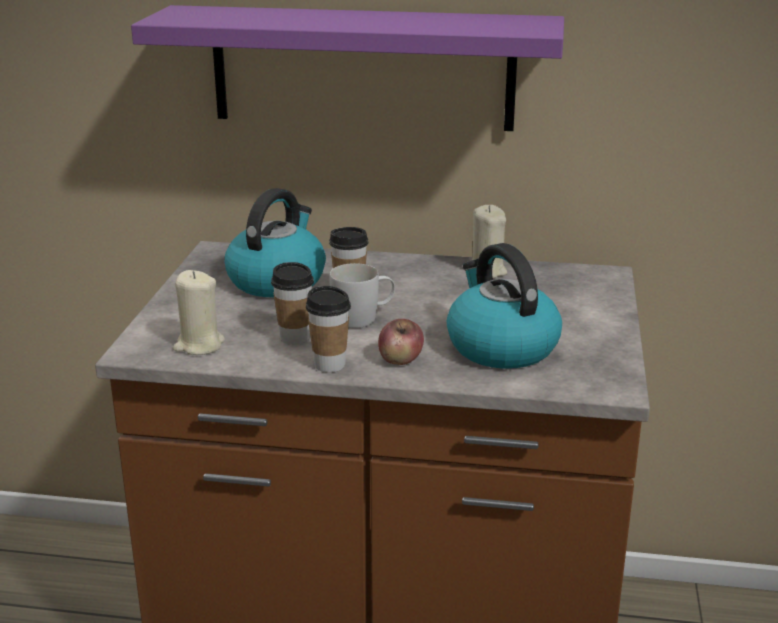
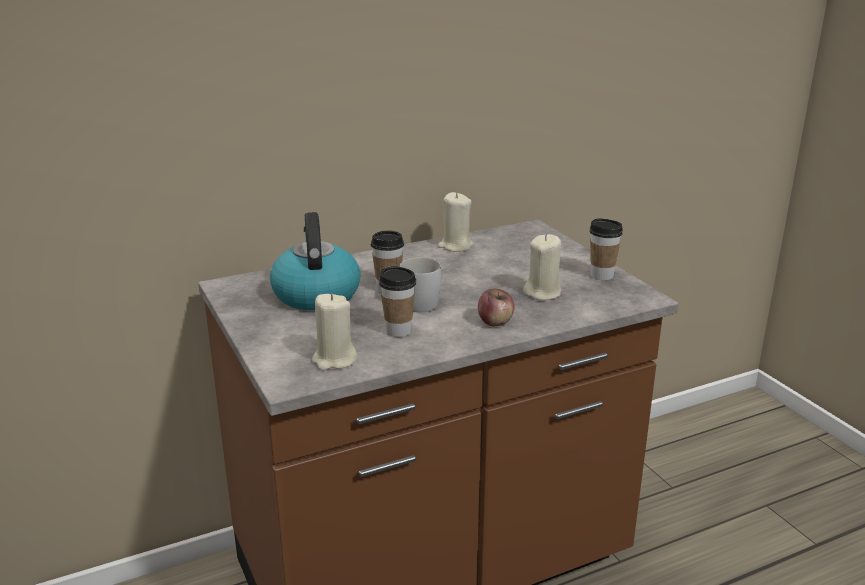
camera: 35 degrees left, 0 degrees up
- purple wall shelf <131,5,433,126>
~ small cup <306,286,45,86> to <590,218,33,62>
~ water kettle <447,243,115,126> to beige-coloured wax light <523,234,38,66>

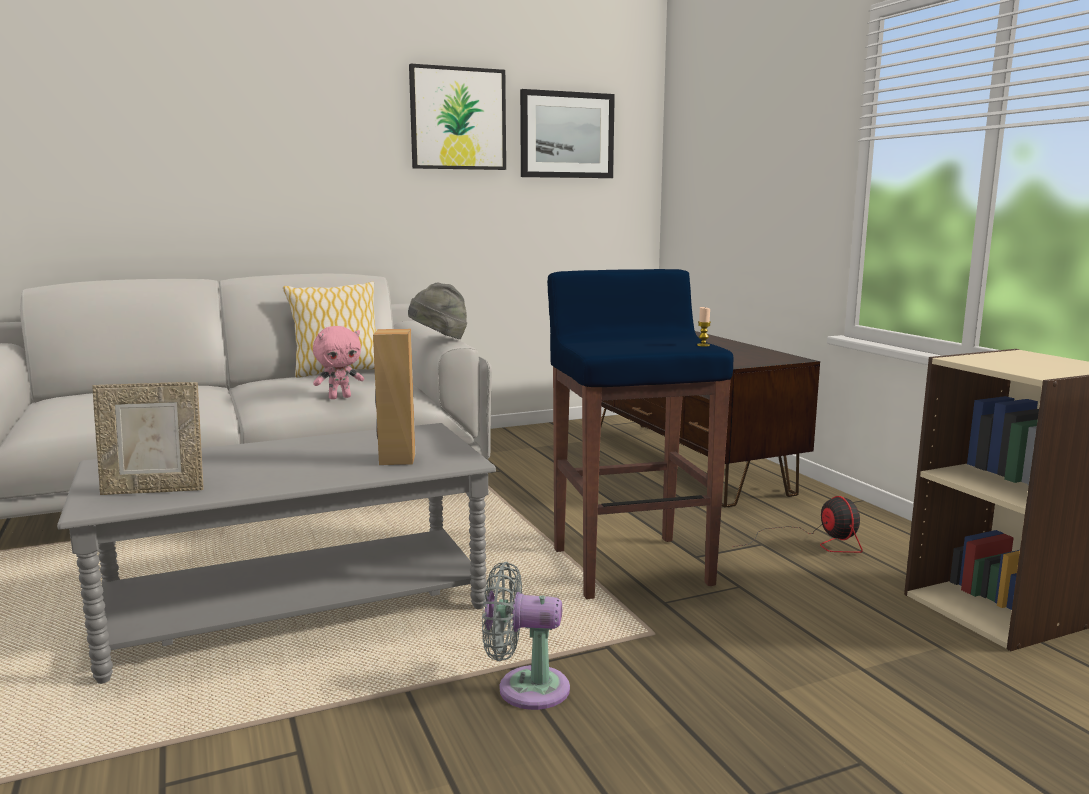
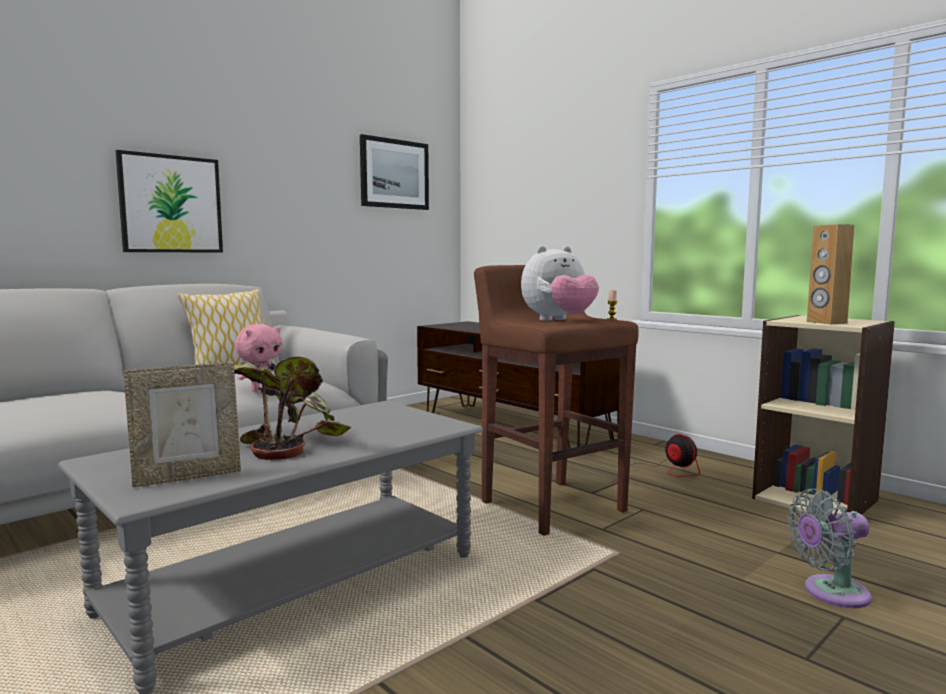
camera: 20 degrees left, 5 degrees down
~ brown-coloured loudspeaker <373,329,42,136> to <807,224,47,100>
- greyish wearable hat <408,283,59,56>
~ wall art <409,64,97,106> to <116,150,107,103>
~ greyish fan <482,562,88,148> to <787,488,85,120>
~ blue sitting stool <547,269,186,330> to brown-coloured sitting stool <474,265,164,271>
+ plant in a pot <234,356,117,104>
+ plush toy <521,246,78,75>

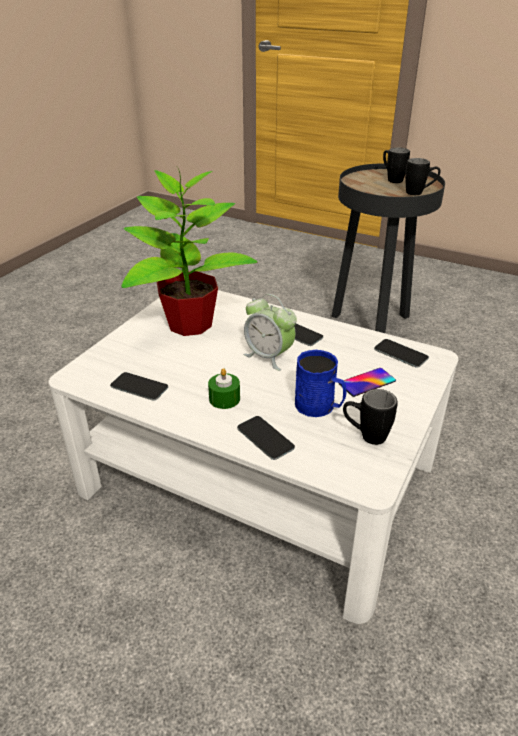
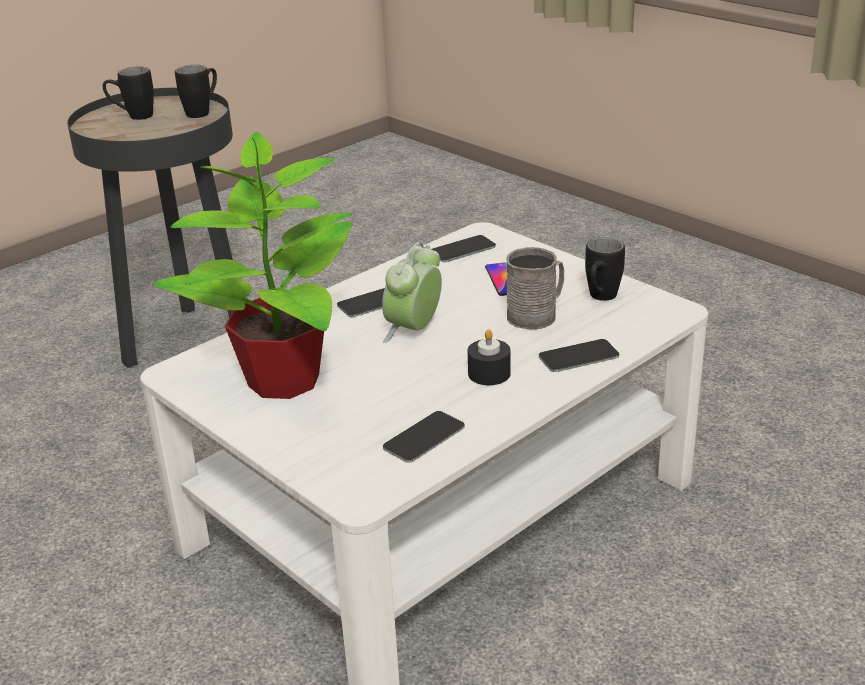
camera: 70 degrees left, 5 degrees down
~ green-coloured wax light <208,368,32,41> to black-coloured wax light <468,329,43,56>
~ bedside clock <243,294,54,77> = <382,242,60,101> 150 degrees clockwise
~ blue coffee mug <295,350,52,67> to greyish coffee mug <506,247,58,82>

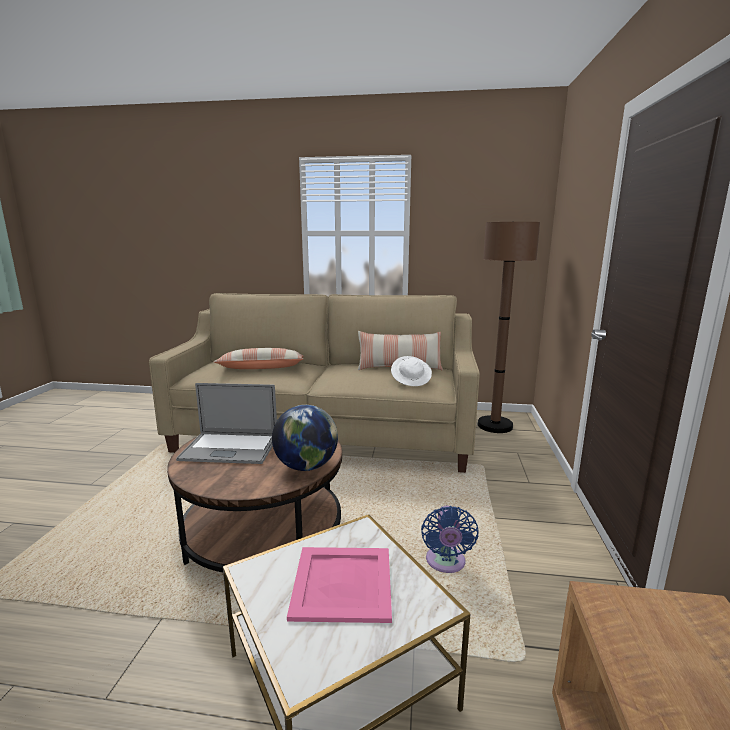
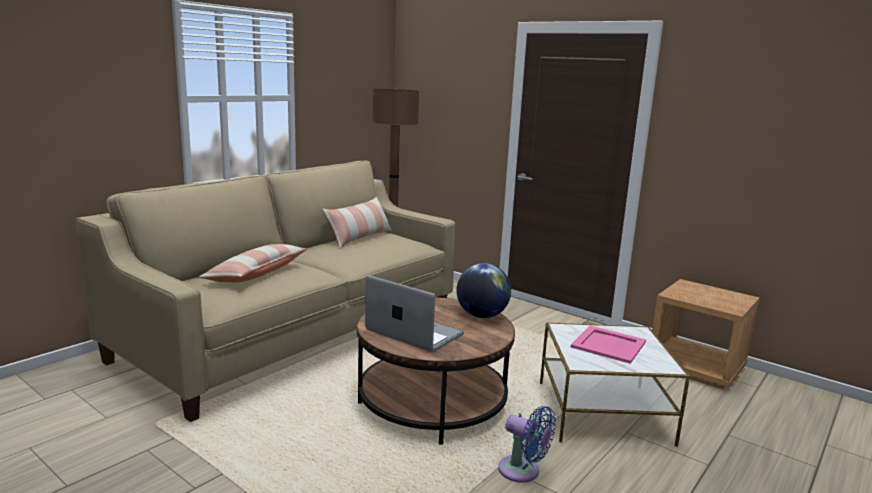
camera: 60 degrees left, 0 degrees up
~ notebook computer <176,383,101,81> = <365,275,99,77> 90 degrees counterclockwise
- white-coloured wearable hat <391,356,41,30>
~ blue fan <421,506,57,67> to <498,406,58,77>

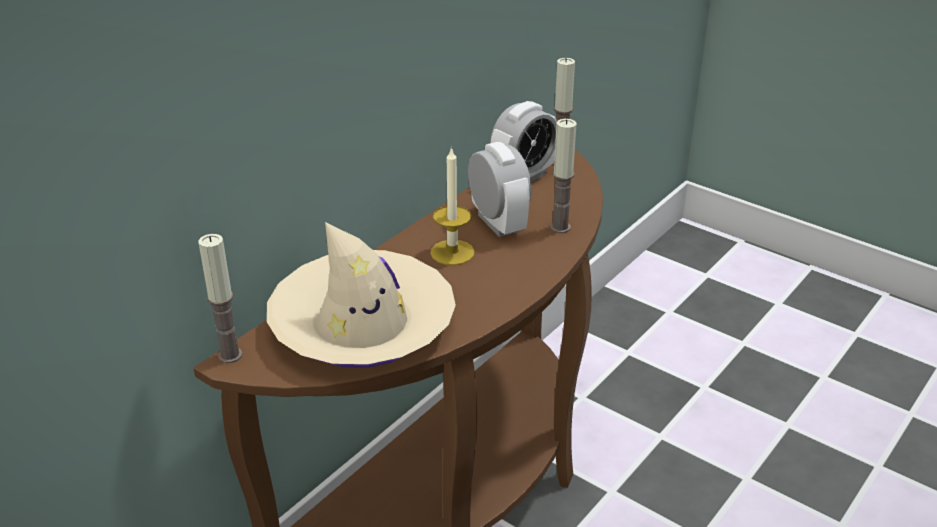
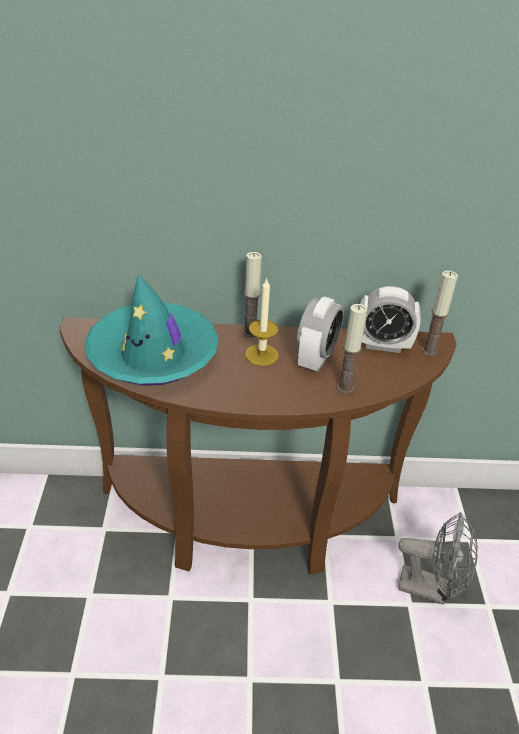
camera: 50 degrees right, 5 degrees up
~ wax light <199,234,43,129> to <243,252,19,85>
~ beige-coloured wearable hat <267,222,189,146> to blue-green wearable hat <85,274,134,112>
+ greyish fan <398,512,80,93>

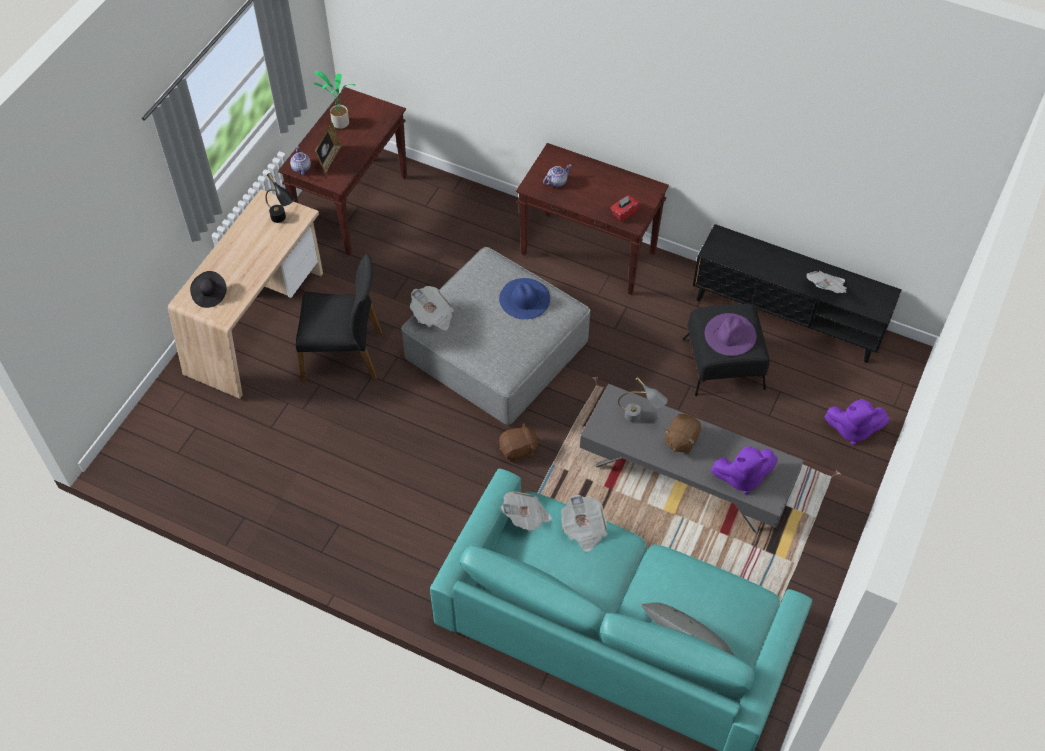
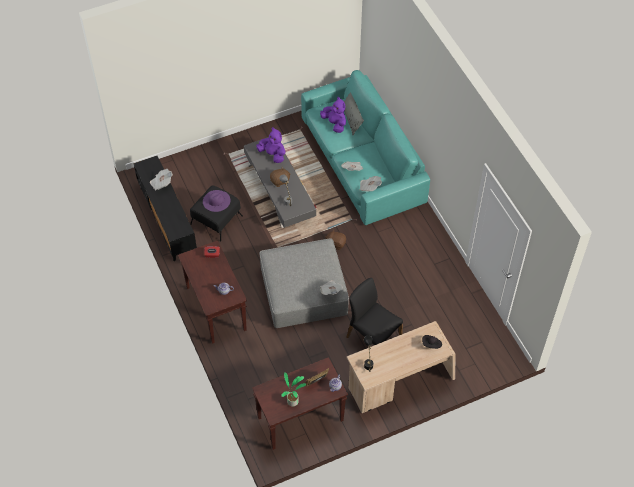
camera: 140 degrees left, 0 degrees up
- blue wearable hat <499,278,51,41>
~ purple plush toy <824,399,66,46> to <320,97,26,36>

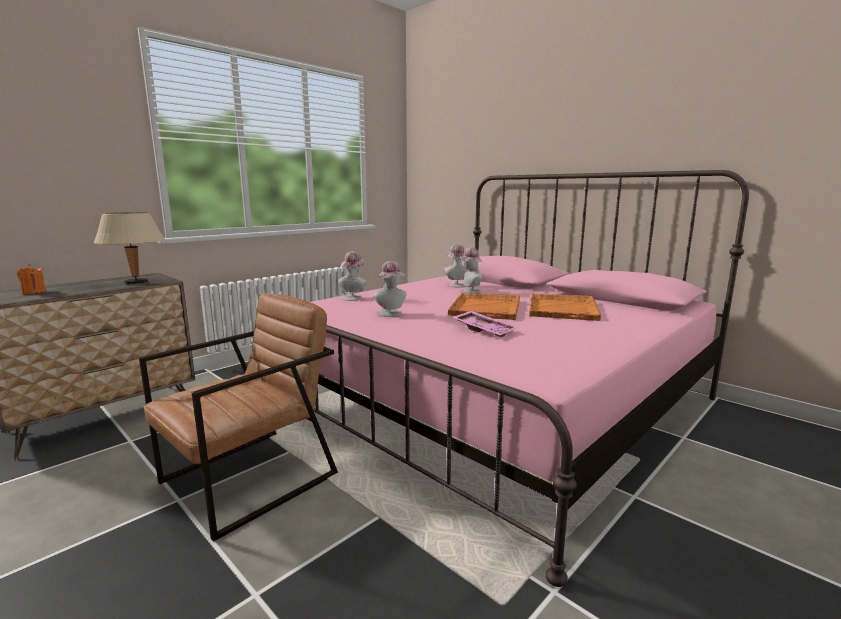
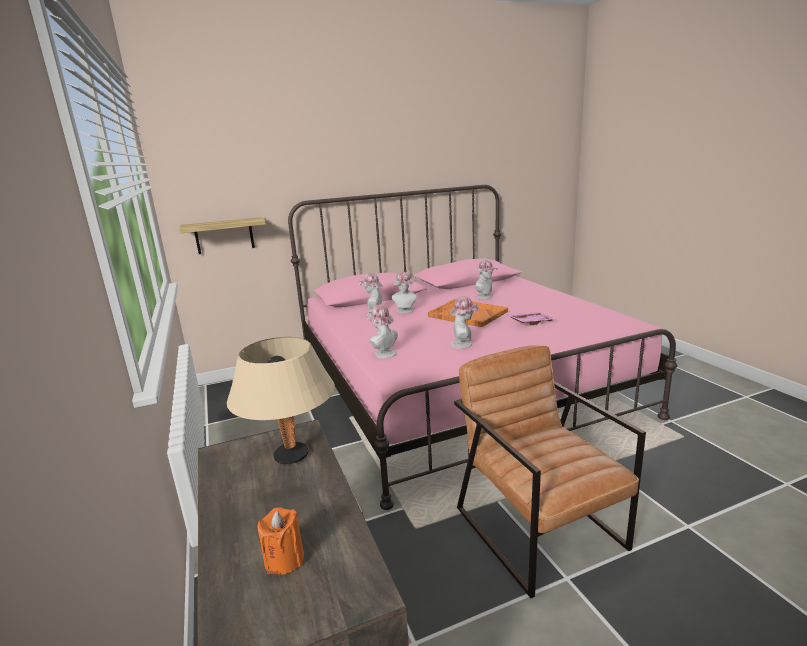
camera: 65 degrees left, 5 degrees up
~ orange-coloured serving tray <529,293,72,28> to wearable hat <475,260,22,39>
+ wall shelf <179,217,87,37>

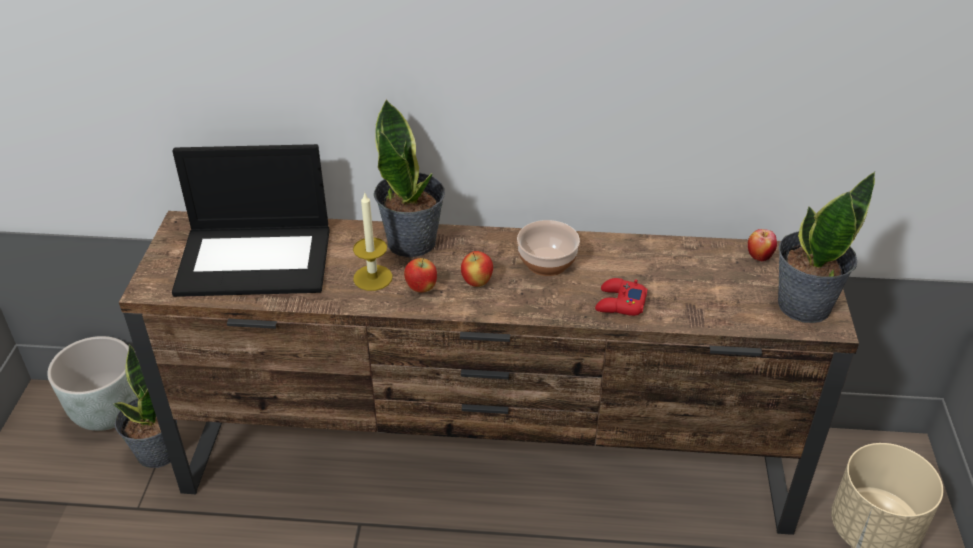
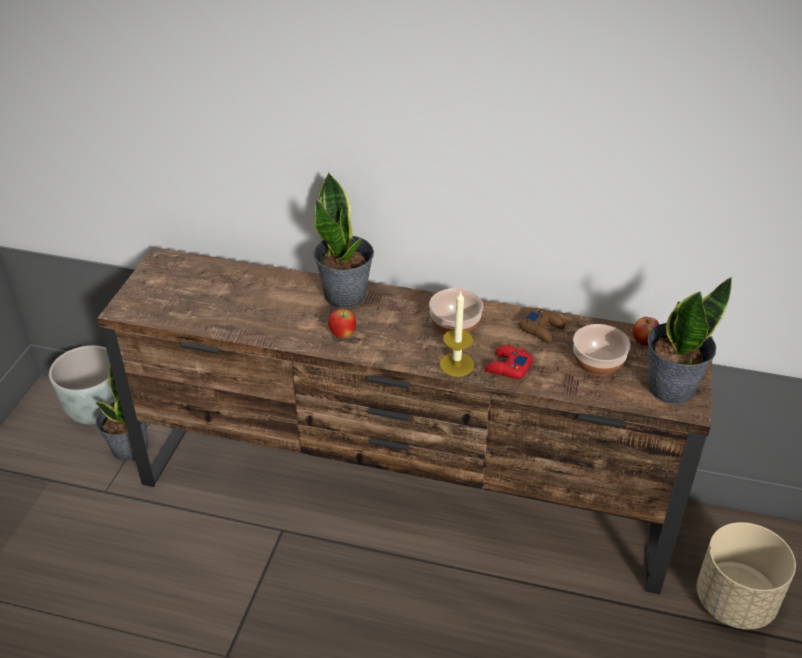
camera: 10 degrees right, 0 degrees up
- notebook computer <172,144,158,153>
~ wax light <353,193,40,98> to <439,290,35,87>
- apple fruit <461,251,32,36>
+ brown-coloured gamepad <519,308,46,35>
+ serving bowl <573,324,58,52>

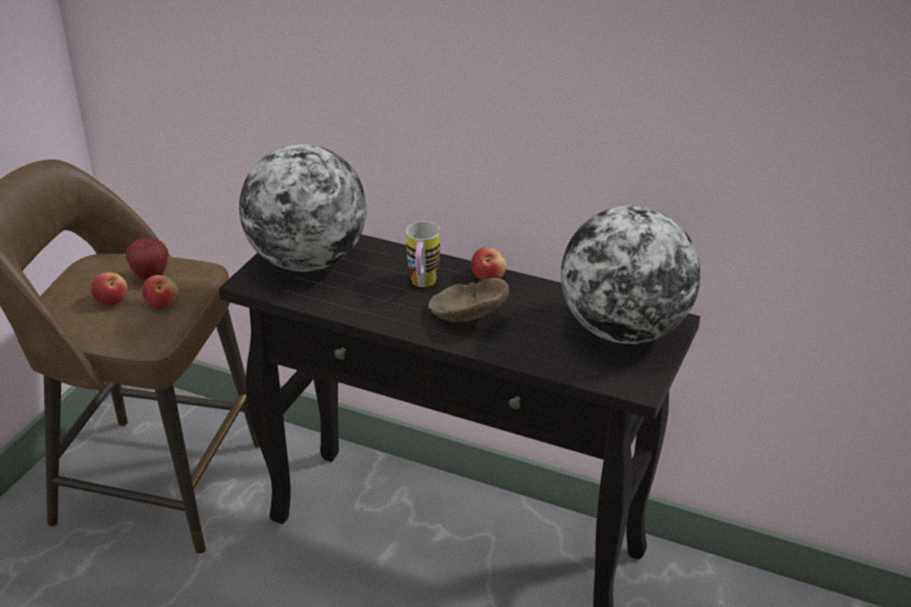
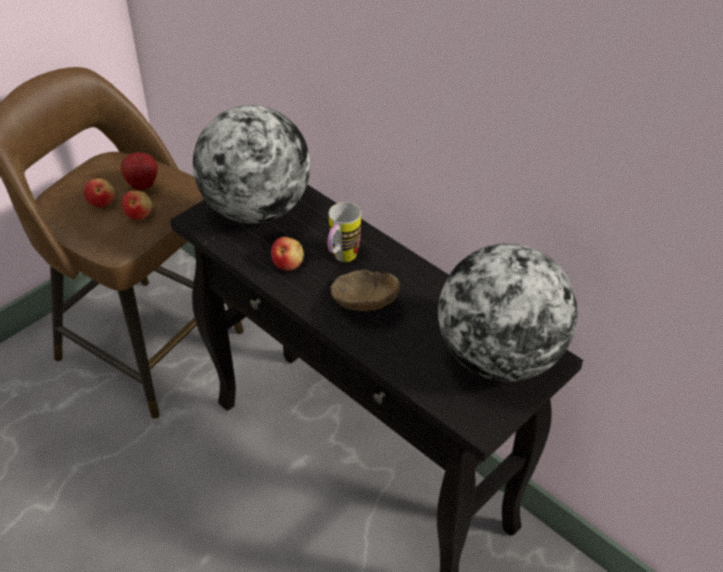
camera: 20 degrees right, 10 degrees up
~ apple fruit <471,247,35,33> to <271,237,33,34>

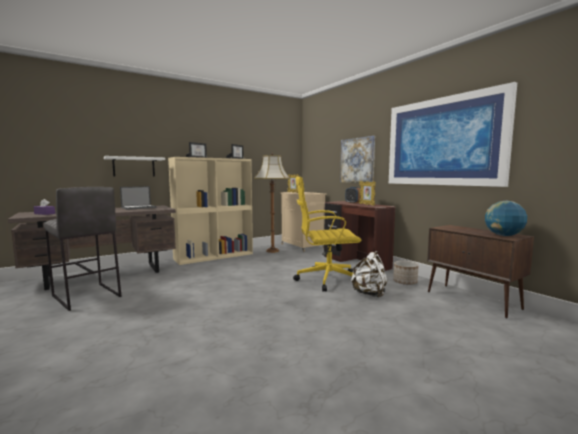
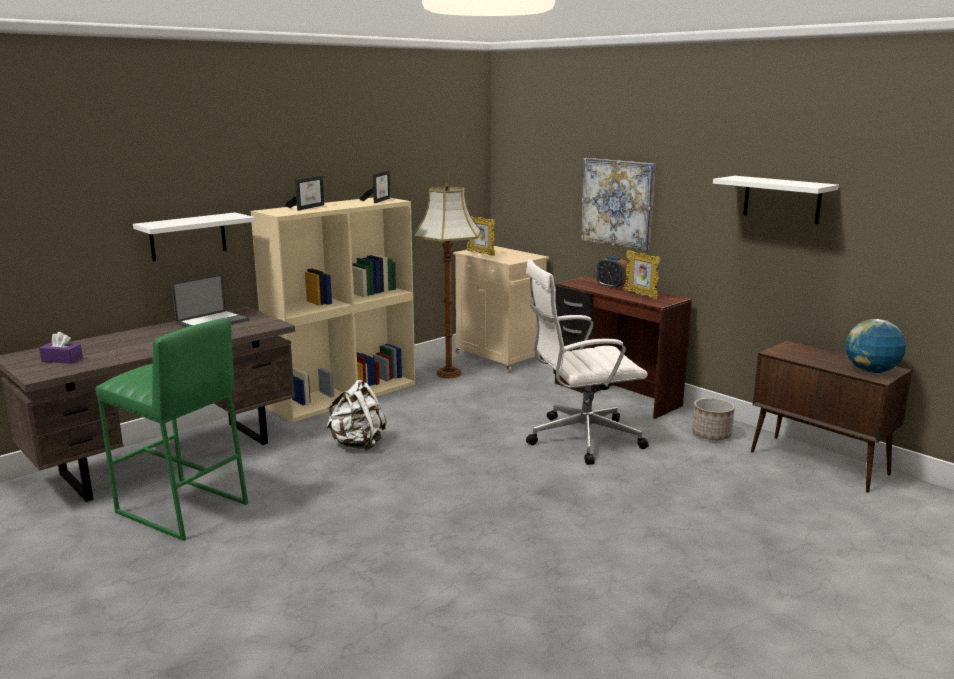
camera: 10 degrees left, 10 degrees up
~ greyish sitting stool <44,187,78,124> to green-coloured sitting stool <96,318,152,223>
~ yellowish computer chair <293,177,68,115> to white-coloured computer chair <526,260,123,205>
~ white-coloured rucksack <351,251,36,47> to <326,380,61,70>
~ wall art <389,82,128,105> to white-coloured wall shelf <713,176,126,48>

